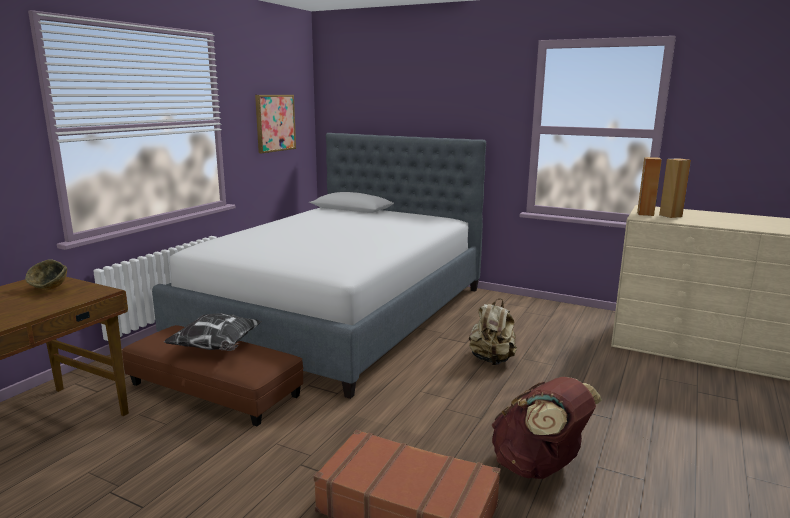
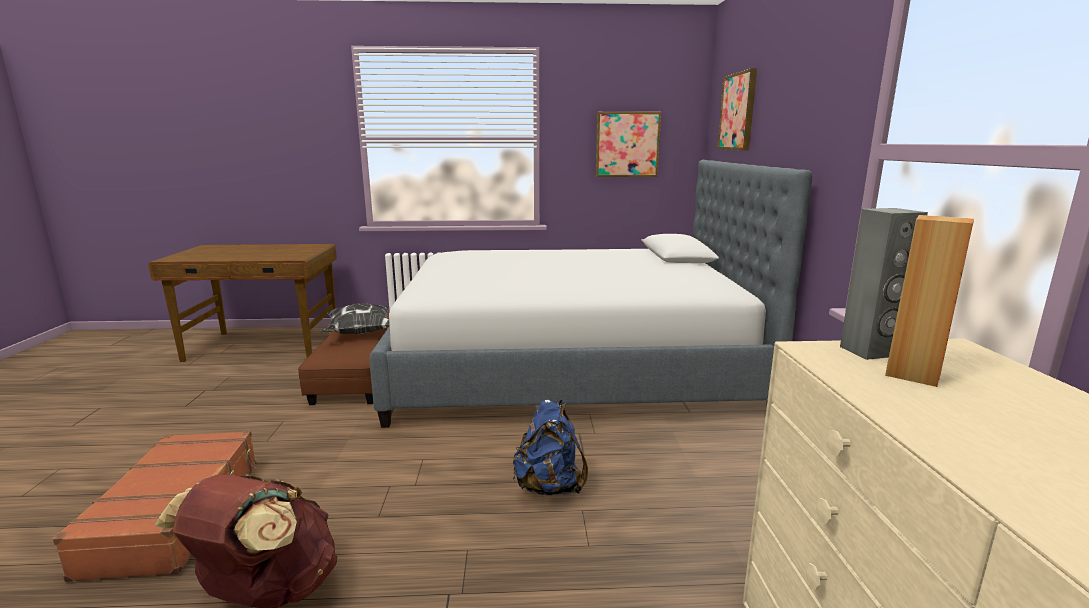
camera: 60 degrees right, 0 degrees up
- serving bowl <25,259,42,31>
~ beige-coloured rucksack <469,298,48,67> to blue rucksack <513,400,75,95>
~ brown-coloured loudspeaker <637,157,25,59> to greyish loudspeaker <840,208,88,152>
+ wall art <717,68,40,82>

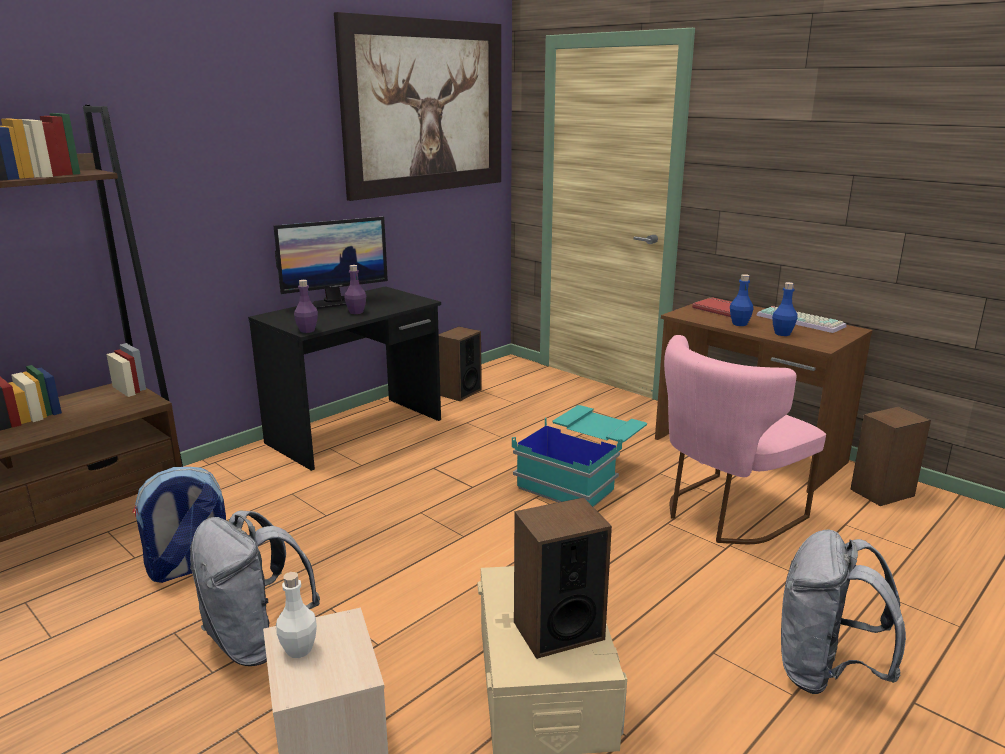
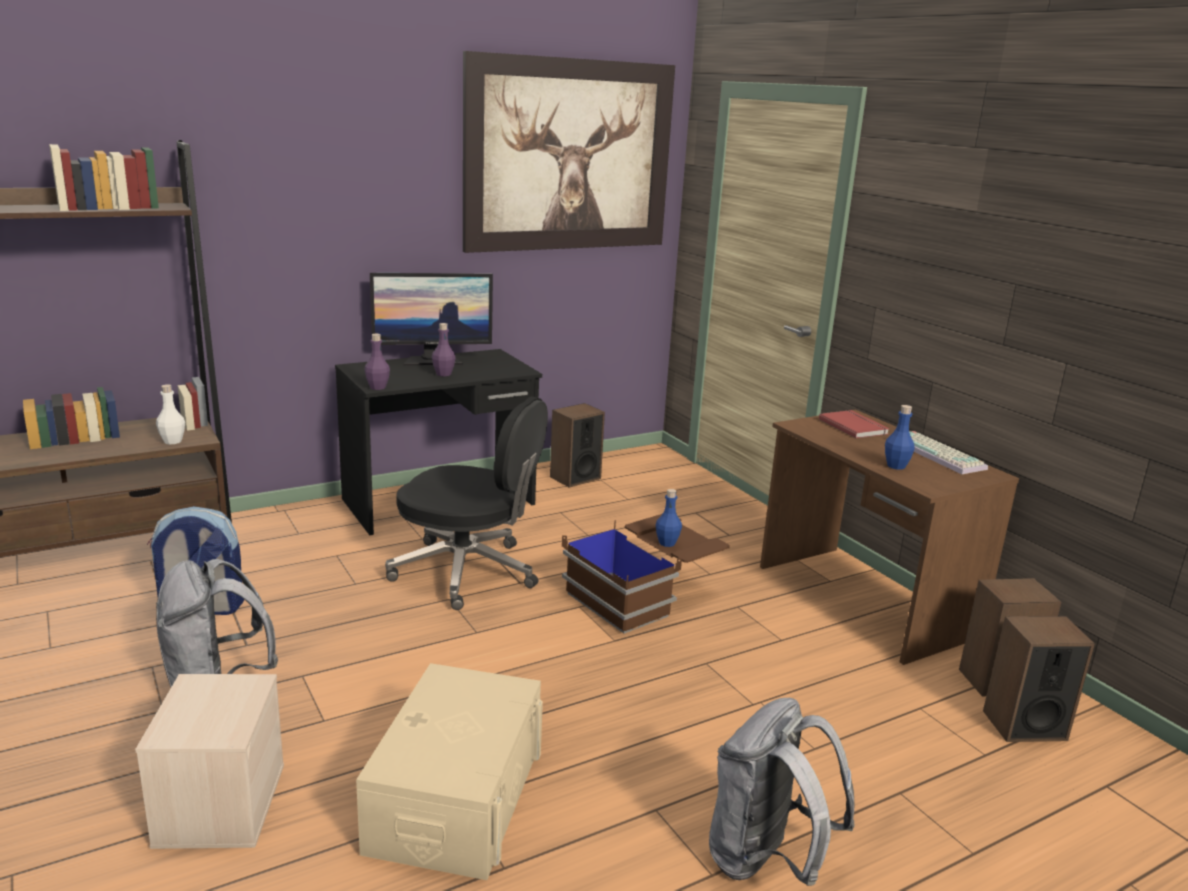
camera: 15 degrees right, 0 degrees up
~ white-coloured drink bottle <276,572,41,86> to <156,384,29,61>
~ blue-green storage container <512,405,135,102> to brown-coloured storage container <562,514,168,120>
~ loudspeaker <514,497,98,162> to <983,616,112,126>
- pink-coloured upright chair <664,335,162,209>
~ blue drink bottle <730,274,23,52> to <656,489,26,58>
+ black-coloured computer chair <385,396,163,214>

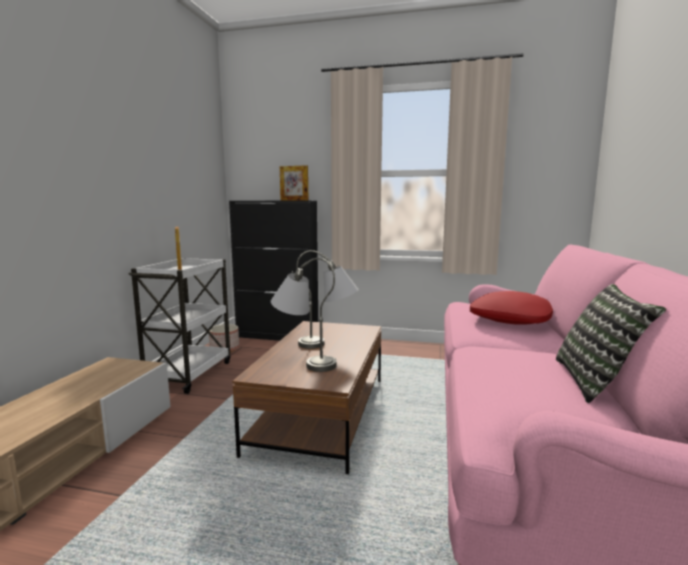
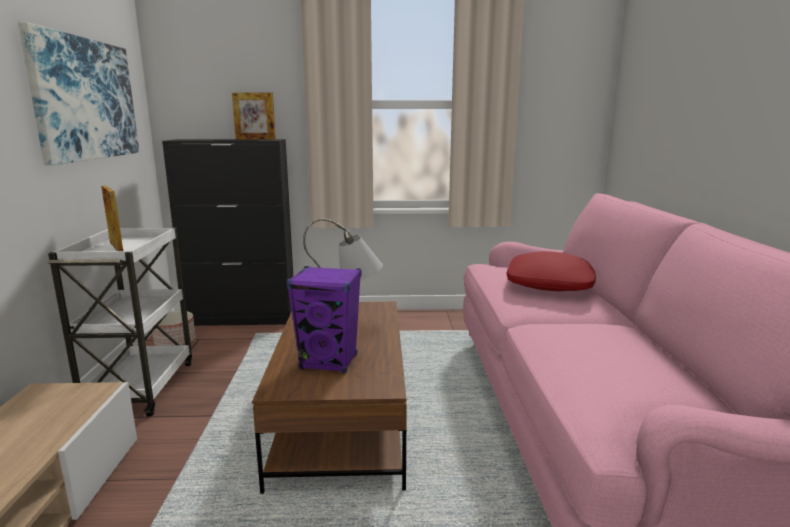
camera: 15 degrees left, 5 degrees up
~ greyish lamp for a table <271,258,66,114> to purple loudspeaker <287,266,74,107>
- cushion <556,284,110,119>
+ wall art <18,22,121,143>

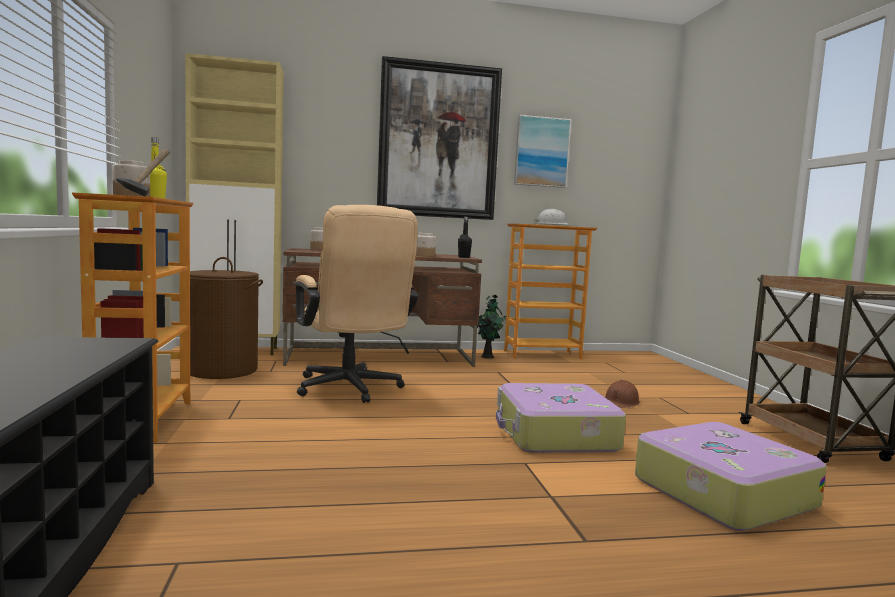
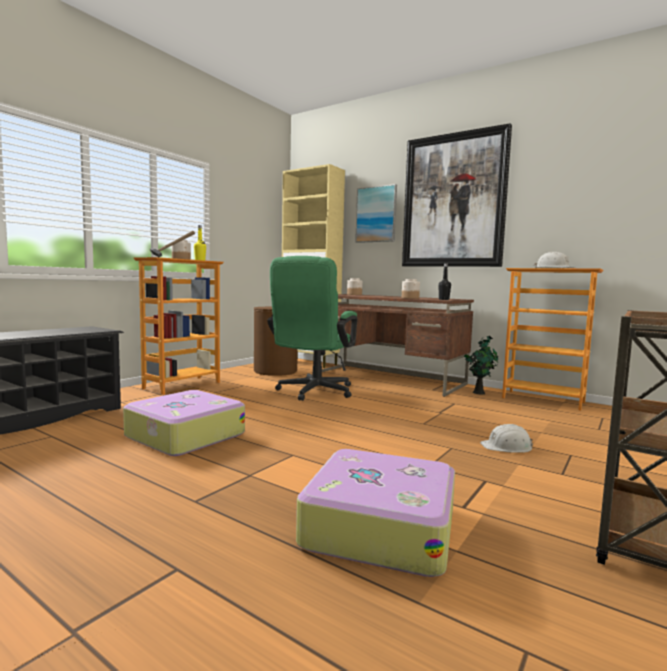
camera: 45 degrees right, 0 degrees up
~ beige-coloured computer chair <295,205,123,198> to green-coloured computer chair <267,256,91,145>
~ suitcase <496,383,130,70> to <123,390,122,66>
~ wall art <514,115,57,73> to <355,184,42,59>
~ brown-coloured hard hat <605,380,35,28> to white-coloured hard hat <480,424,53,29>

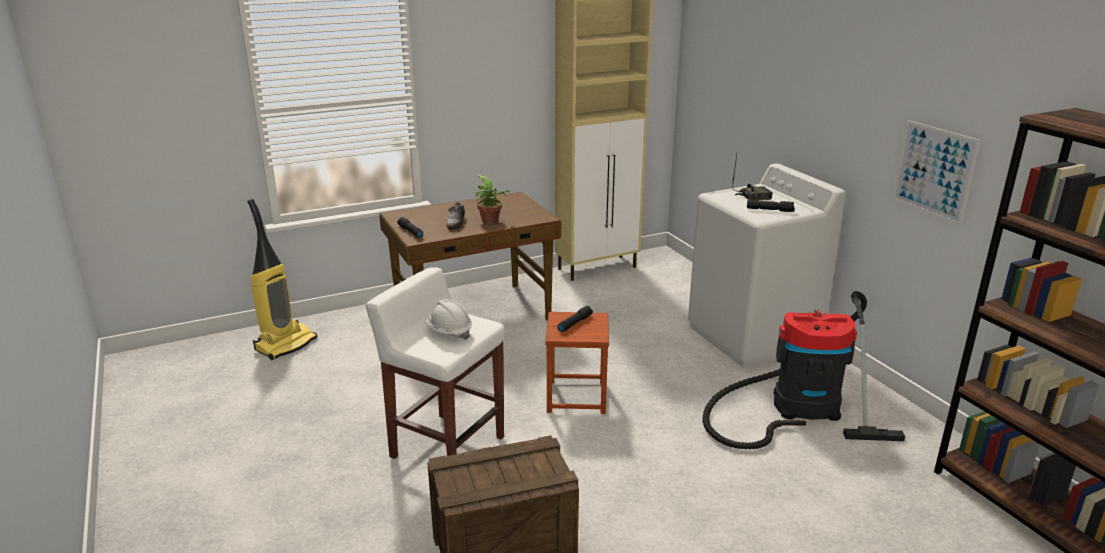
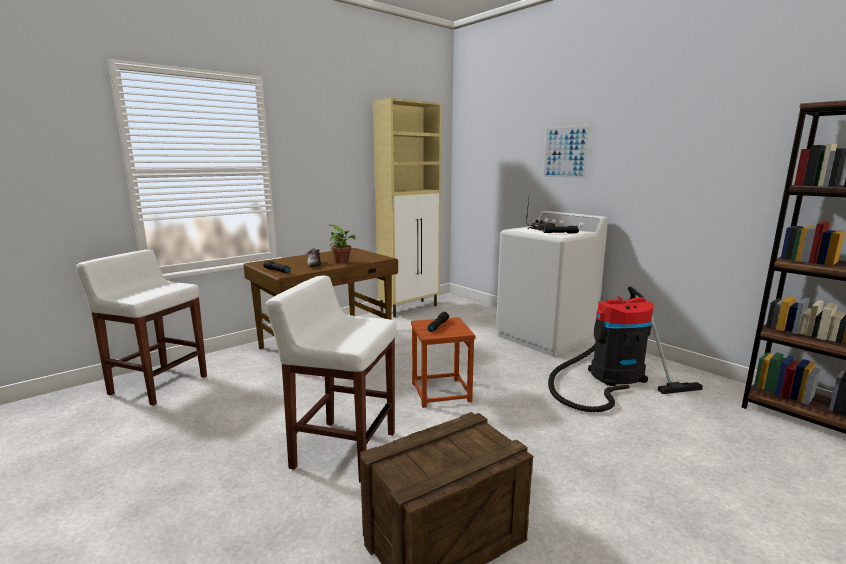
camera: 15 degrees left, 10 degrees down
~ vacuum <247,199,70,161> to white-coloured sitting stool <76,250,131,156>
- white-coloured hard hat <425,299,47,41>
~ wall art <893,120,87,105> to <542,125,49,55>

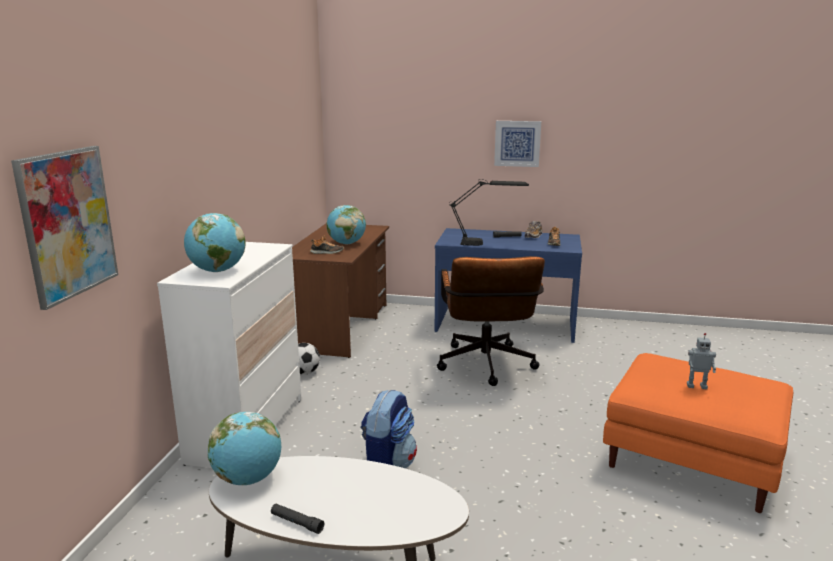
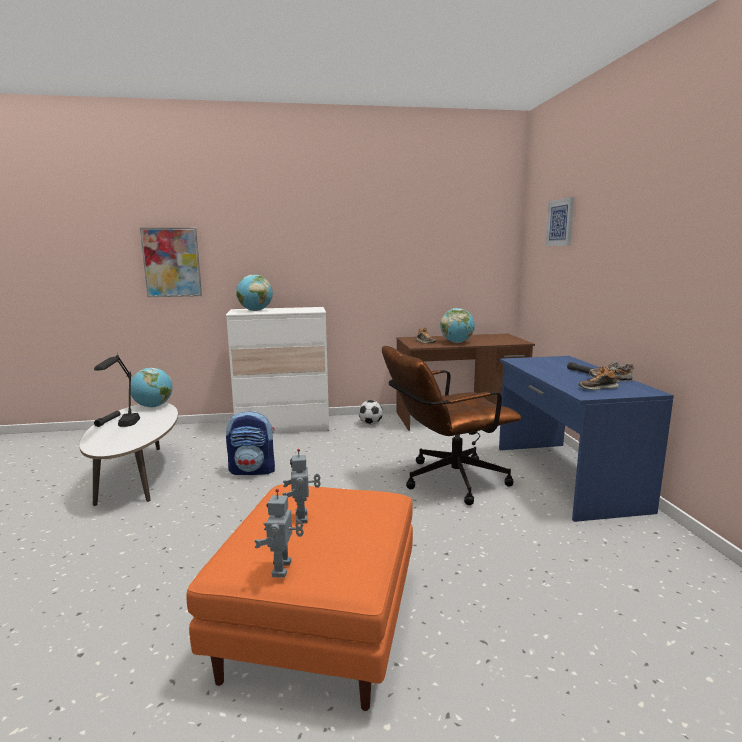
camera: 70 degrees right, 5 degrees down
~ black-coloured lamp for a table <449,179,80,67> to <94,353,46,74>
~ wall art <494,121,47,46> to <545,197,29,49>
+ model robot <254,489,50,89>

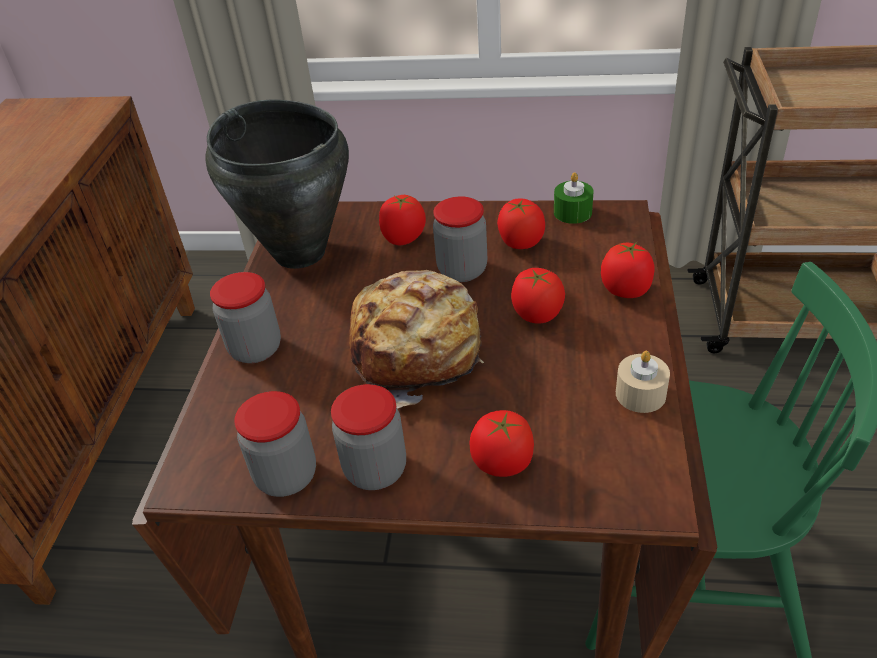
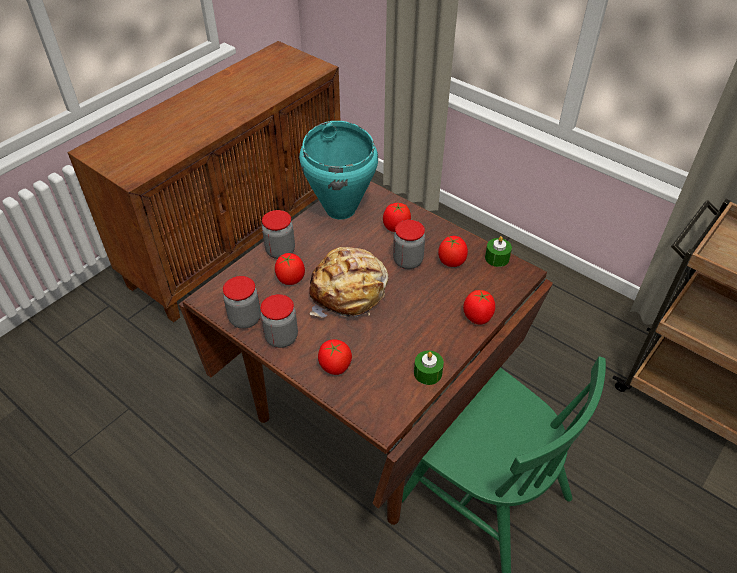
camera: 30 degrees right, 5 degrees up
~ black-coloured stockpot <205,99,144,170> to blue-green stockpot <299,121,79,99>
~ tomato <511,268,54,56> to <275,253,30,32>
~ beige-coloured wax light <616,351,54,62> to green-coloured wax light <414,350,30,35>

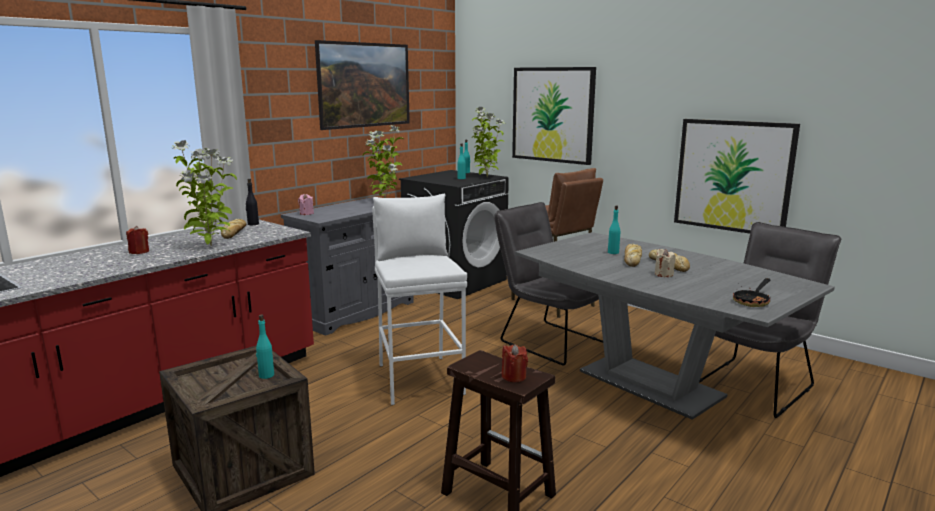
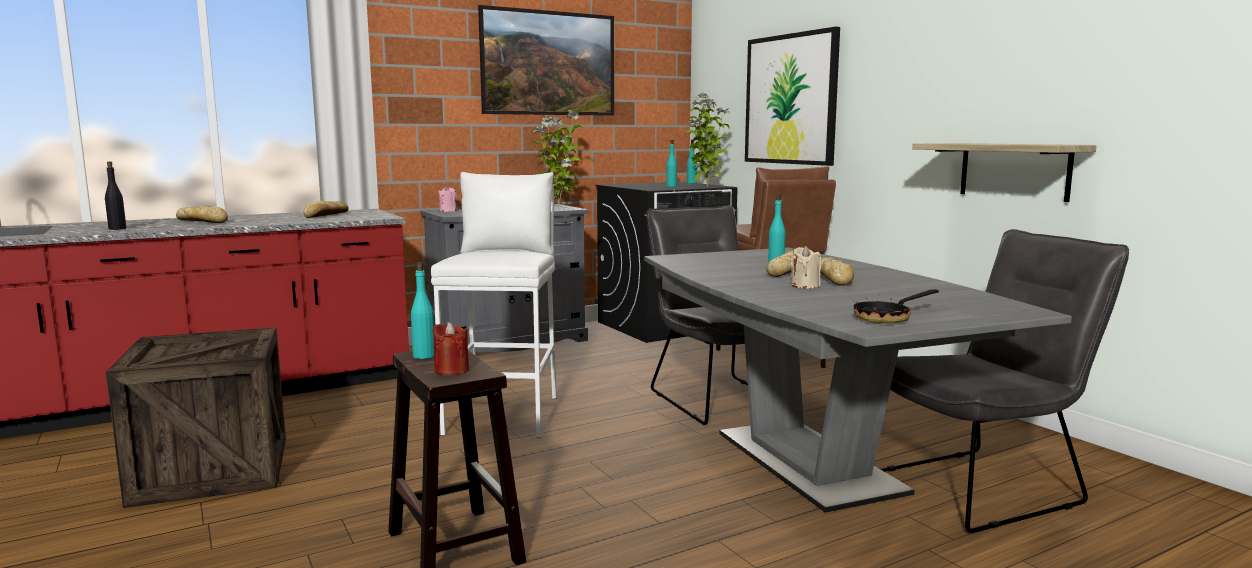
camera: 20 degrees right, 5 degrees down
~ reddish wax light <126,226,23,28> to bread <176,205,52,18>
- plant in a pot <171,140,66,106>
~ black-coloured drink bottle <246,179,13,46> to <105,162,21,68>
~ blue-green drink bottle <256,315,18,64> to <411,262,23,97>
~ wall art <674,119,126,115> to wall shelf <912,143,185,59>

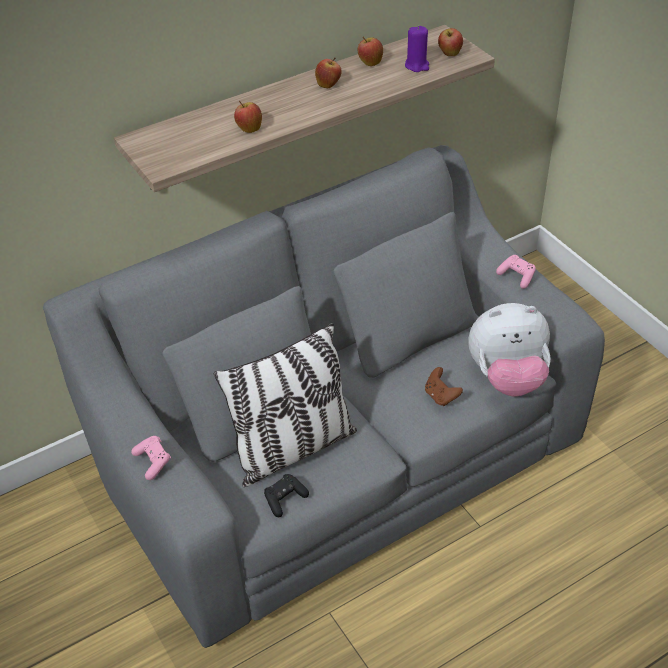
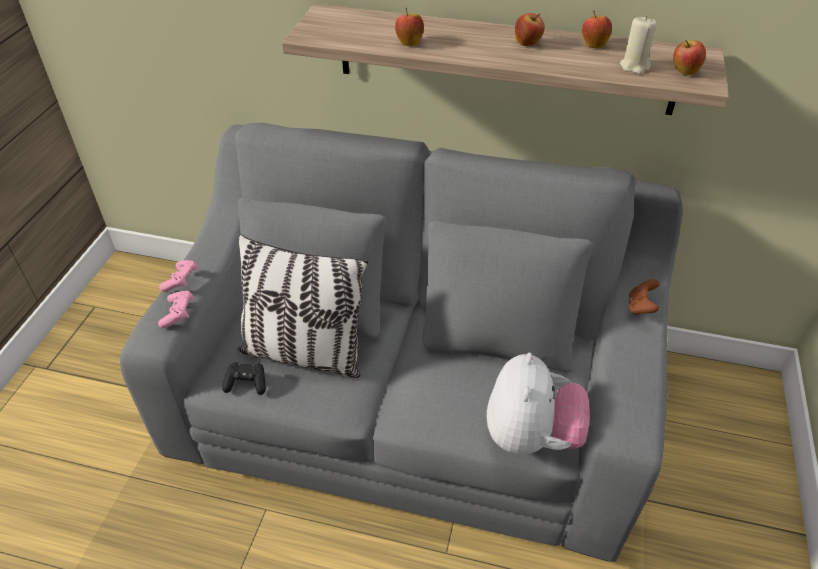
camera: 45 degrees right, 0 degrees up
~ purple wax light <405,26,24,46> to beige-coloured wax light <620,16,37,58>
~ brown-coloured gamepad <425,367,38,39> to <628,279,32,36>
~ plush toy <468,303,83,94> = <487,353,103,101> 120 degrees counterclockwise
~ pink-coloured gamepad <496,255,40,34> to <158,291,37,37>

